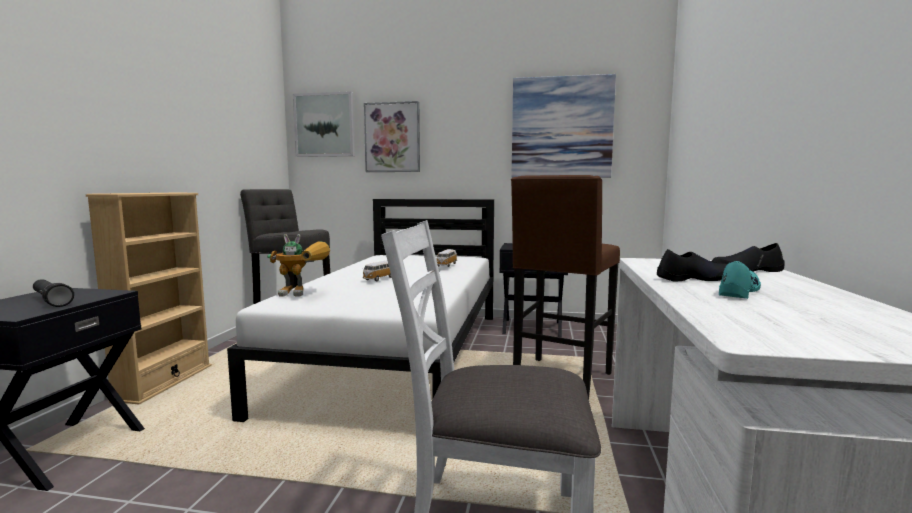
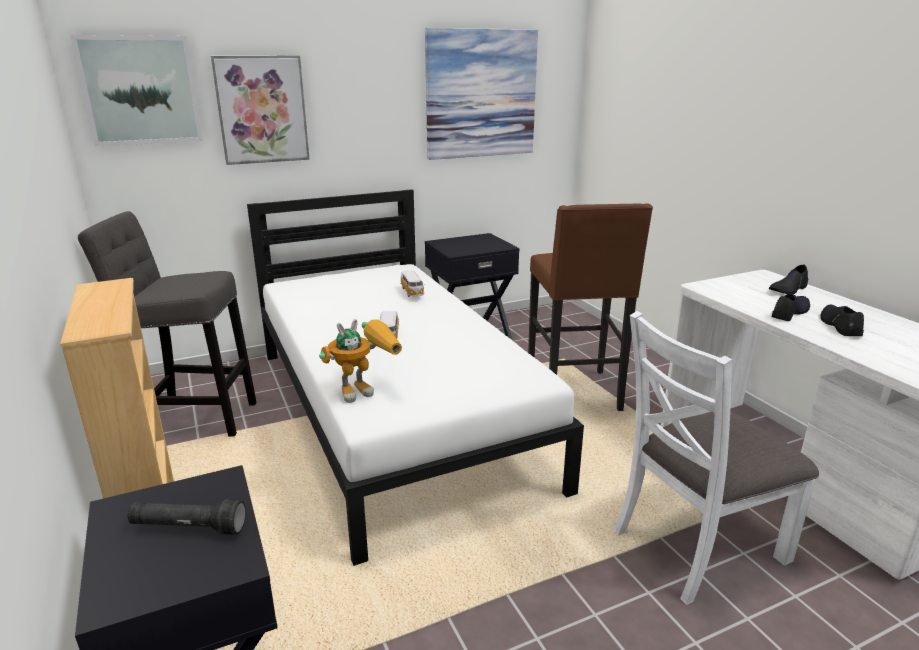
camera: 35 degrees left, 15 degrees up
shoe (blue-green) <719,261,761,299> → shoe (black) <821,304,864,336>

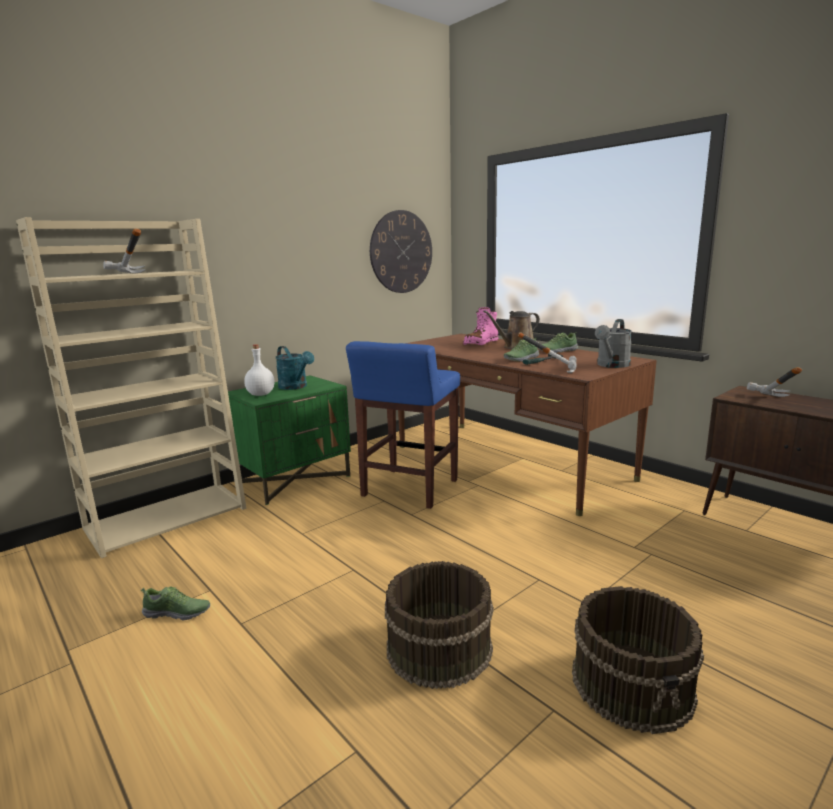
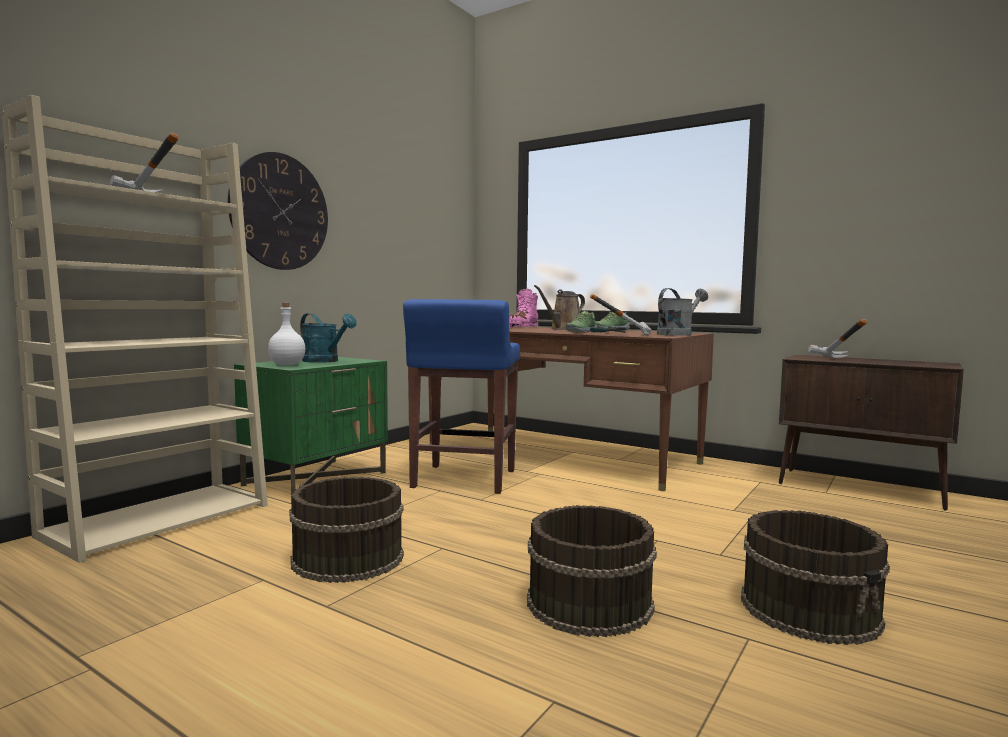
camera: 15 degrees left, 10 degrees down
clock on the wall <370,210,432,293> → clock on the wall <228,152,328,270>, relocated
sprinkling can (greyish) <595,319,632,368> → sprinkling can (greyish) <657,288,708,336>, 150 degrees counterclockwise
shoe <141,586,210,620> → -
- → water bucket (brown) <289,477,404,583>

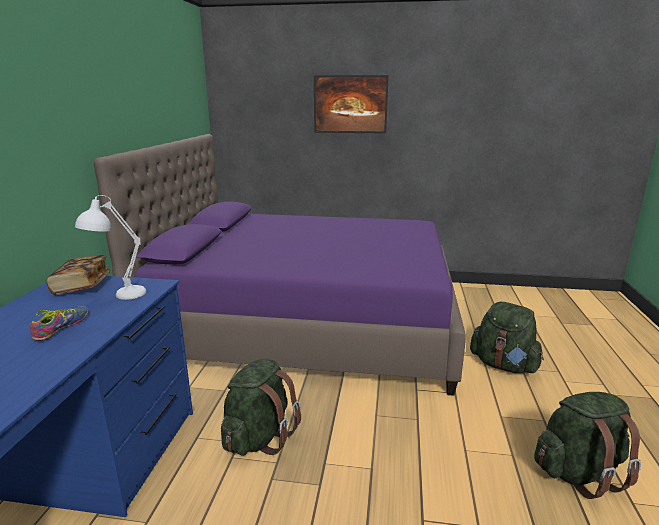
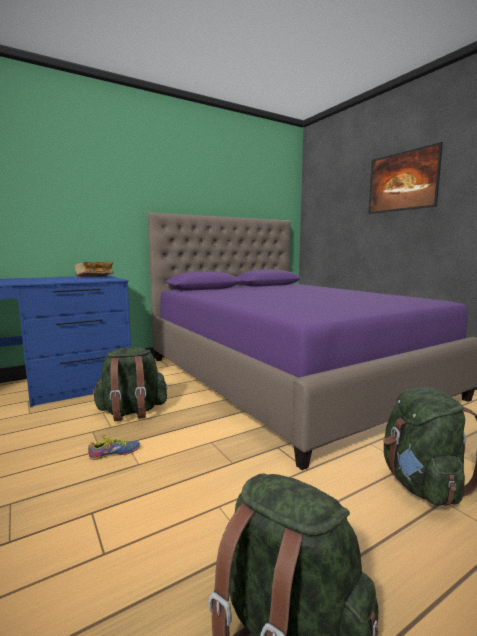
camera: 50 degrees right, 10 degrees down
table lamp (white-coloured) <75,195,146,300> → -
shoe <30,306,89,341> → shoe <88,435,140,460>, relocated

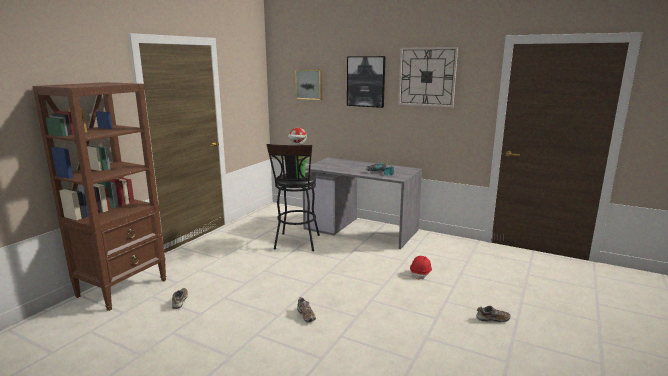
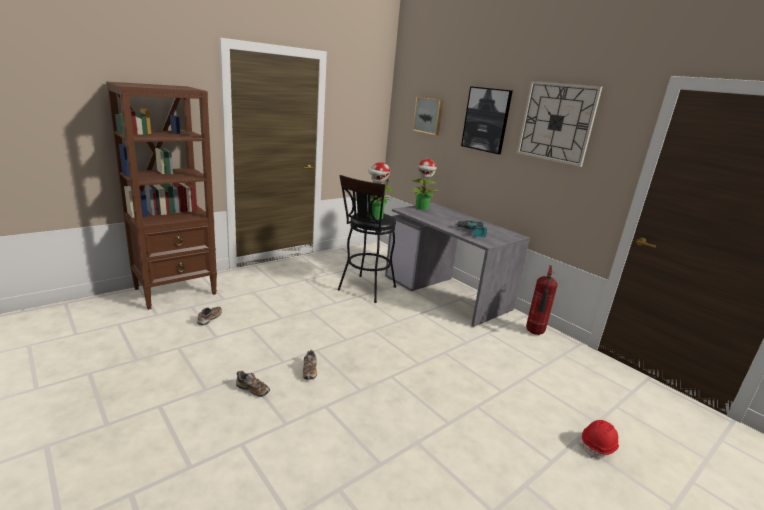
camera: 20 degrees right, 5 degrees up
hard hat (reddish) <410,256,432,280> → hard hat (reddish) <582,420,619,459>, relocated
shoe <476,306,511,322> → shoe <236,371,270,397>, relocated
- → houseplant <410,159,438,210>
- → fire extinguisher <526,265,557,335>

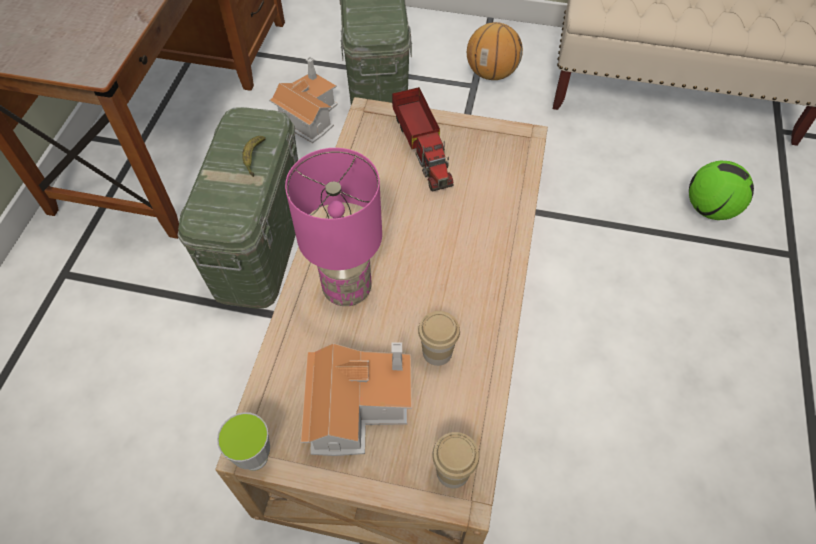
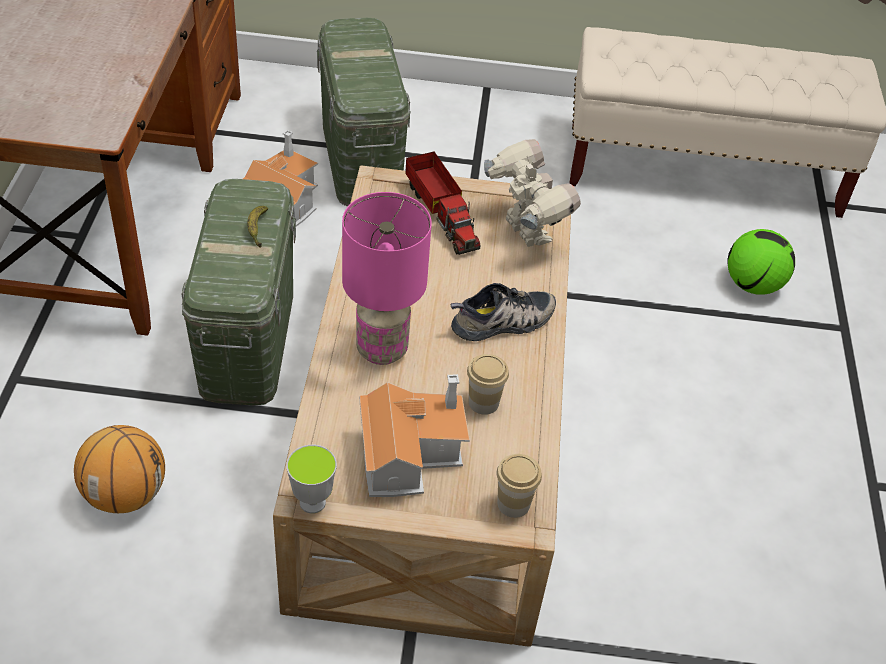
camera: 10 degrees left, 10 degrees down
basketball <467,22,523,80> → basketball <74,425,165,513>, relocated
- → model robot <484,139,581,247>
- → shoe <451,283,556,341>

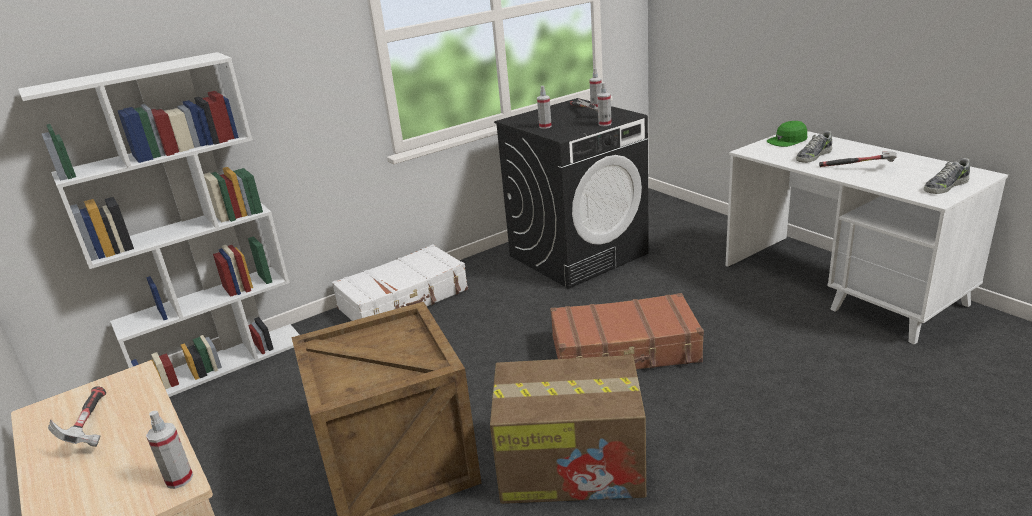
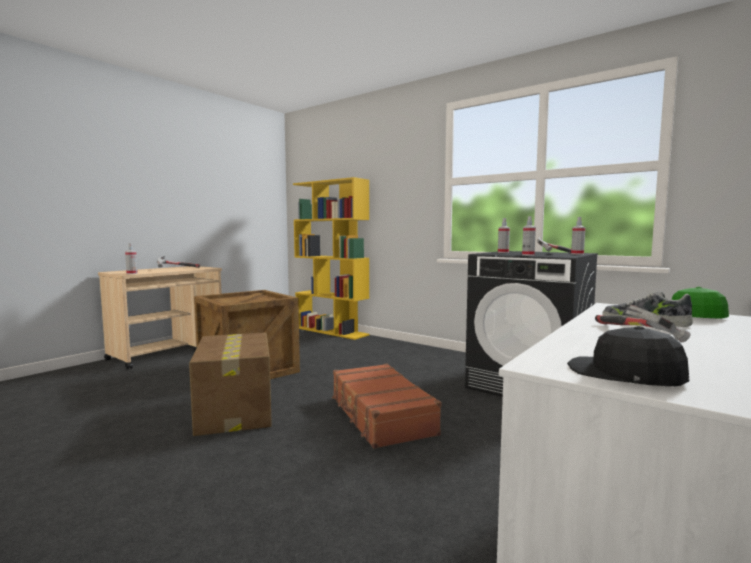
camera: 70 degrees right, 20 degrees down
shelving unit (white-coloured) <18,52,300,397> → shelving unit (yellow) <293,177,369,340>
shoe <924,158,970,194> → cap (black) <567,326,689,386>
suitcase (white-coloured) <332,244,468,321> → -

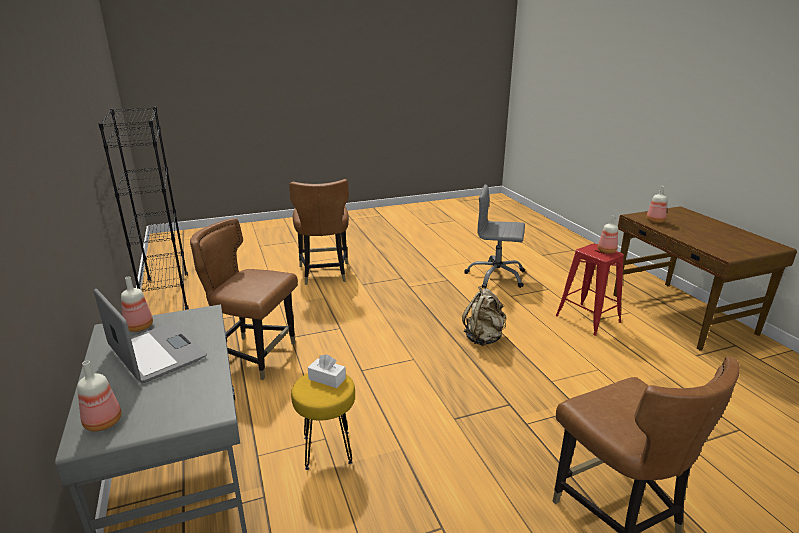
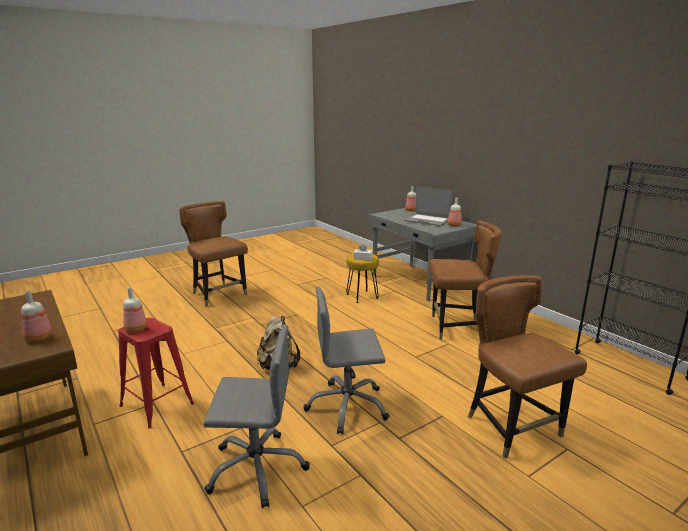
camera: 165 degrees right, 5 degrees down
- → computer chair (greyish) <304,287,390,434>

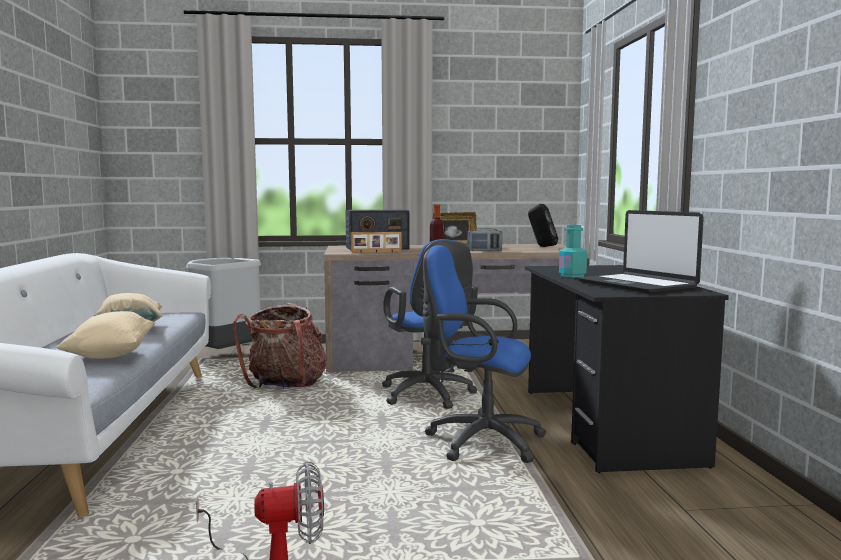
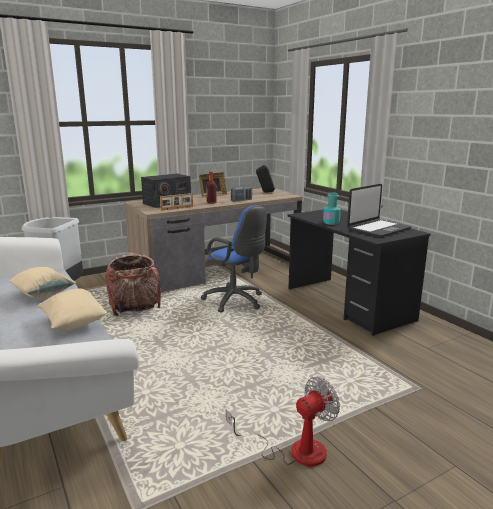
camera: 25 degrees left, 10 degrees up
laptop <578,210,704,294> → laptop <347,184,411,237>, 75 degrees counterclockwise
computer chair (blue-coloured) <423,245,546,463> → -

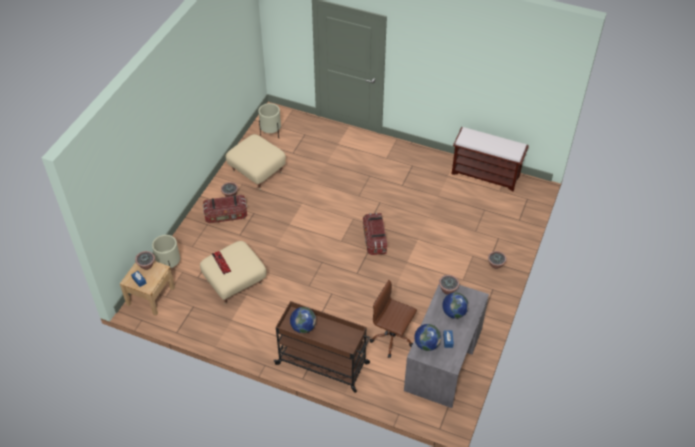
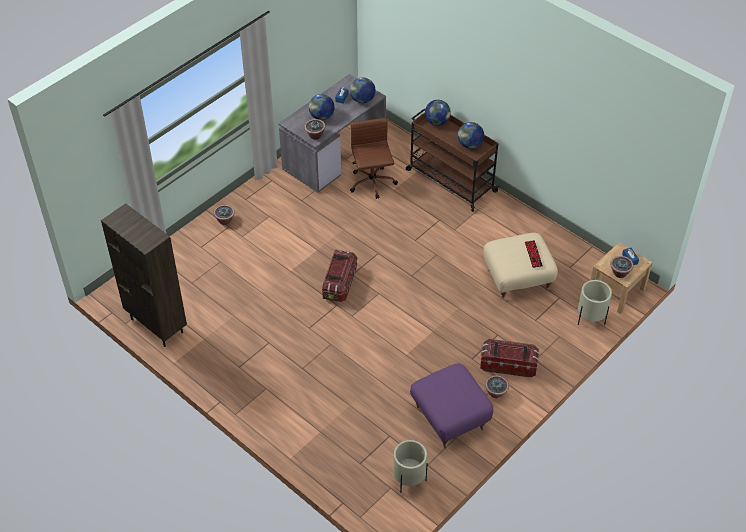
camera: 160 degrees left, 0 degrees up
long seat (brown) <452,127,529,192> → shelving unit (brown) <101,203,187,347>
ottoman (beige) <226,134,286,190> → ottoman (purplish) <410,363,493,448>
computer chair (brown) <370,280,417,358> → computer chair (brown) <350,118,398,199>, 150 degrees counterclockwise
- → world globe <425,100,451,126>

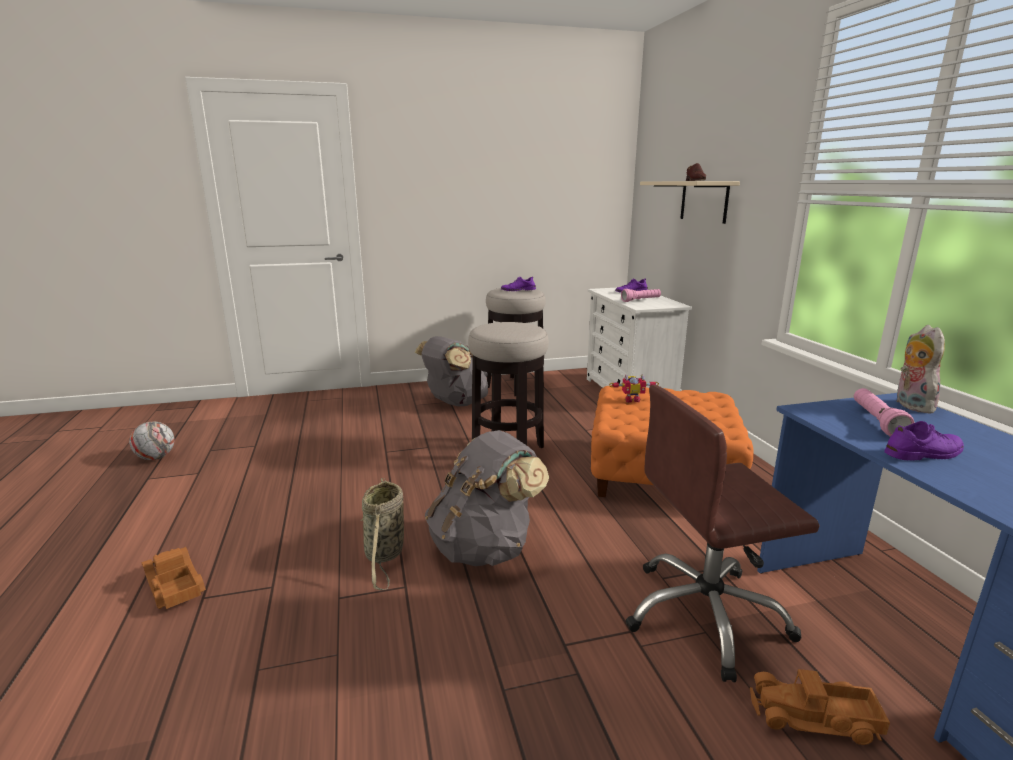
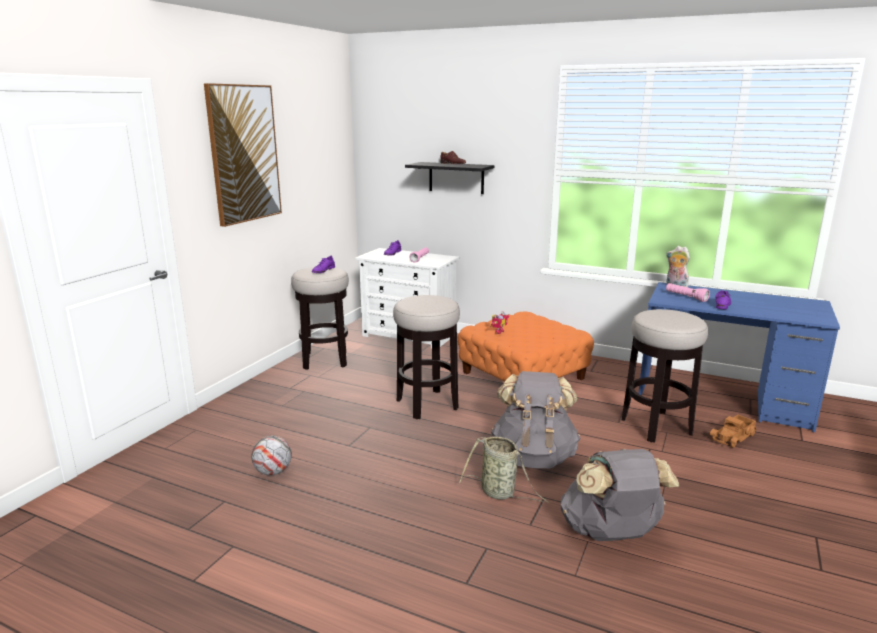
camera: 50 degrees left, 0 degrees up
bracket shelf (beige) <640,181,740,224> → bracket shelf (black) <405,162,495,194>
knapsack (greyish) <415,336,488,406> → knapsack (greyish) <561,449,679,541>, relocated
computer chair (brown) <626,385,820,682> → stool seat <622,309,708,443>
ball for football <129,421,174,460> → ball for football <251,435,292,475>, relocated
toy truck <142,547,206,609> → -
- → wall art <204,83,282,227>

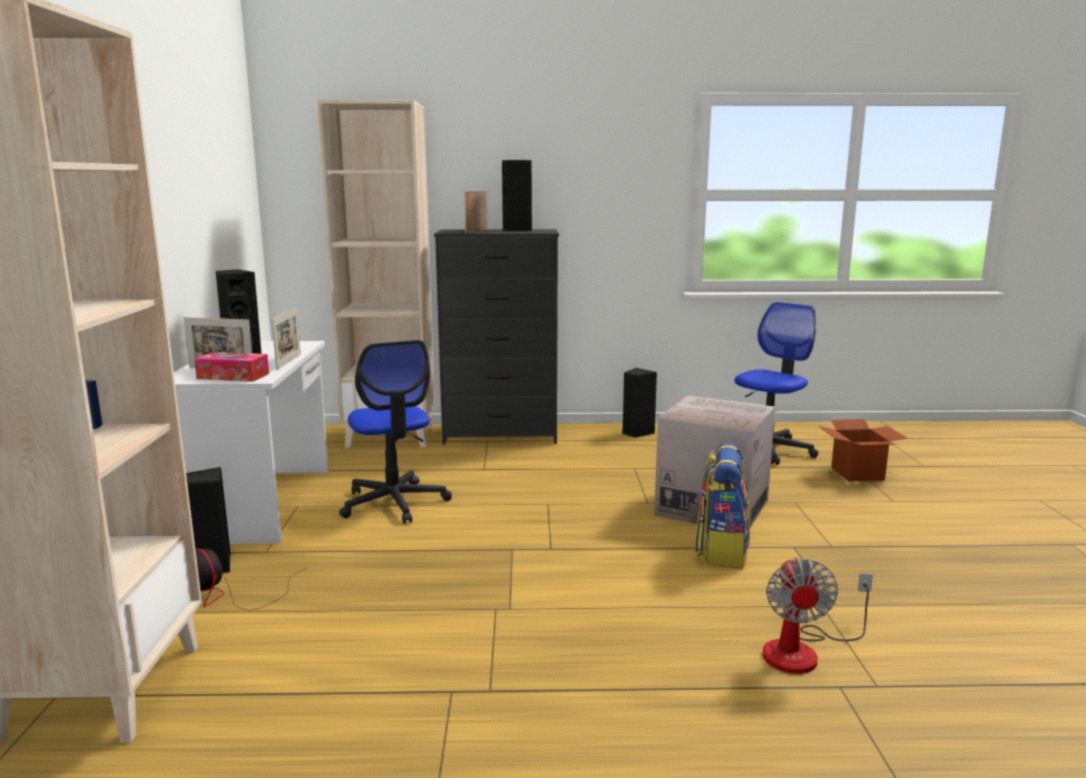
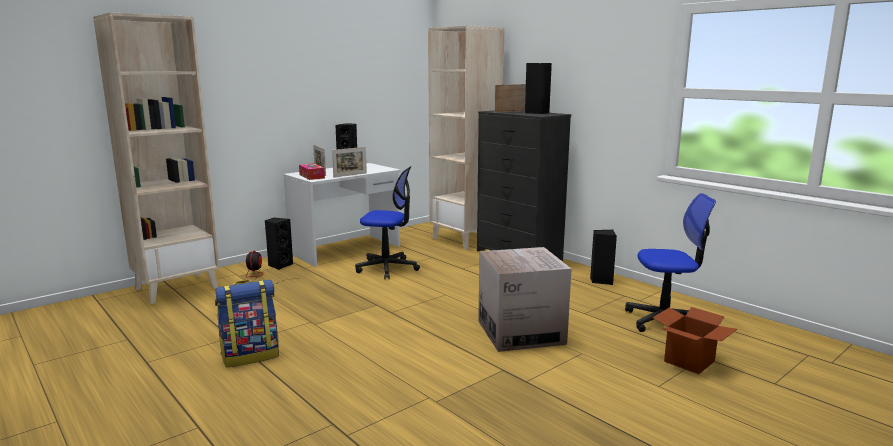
camera: 50 degrees right, 0 degrees up
computer chair <339,340,452,524> → computer chair <355,166,420,279>, 105 degrees counterclockwise
knapsack <694,443,750,569> → knapsack <215,280,279,367>, relocated
fan <762,557,873,674> → -

